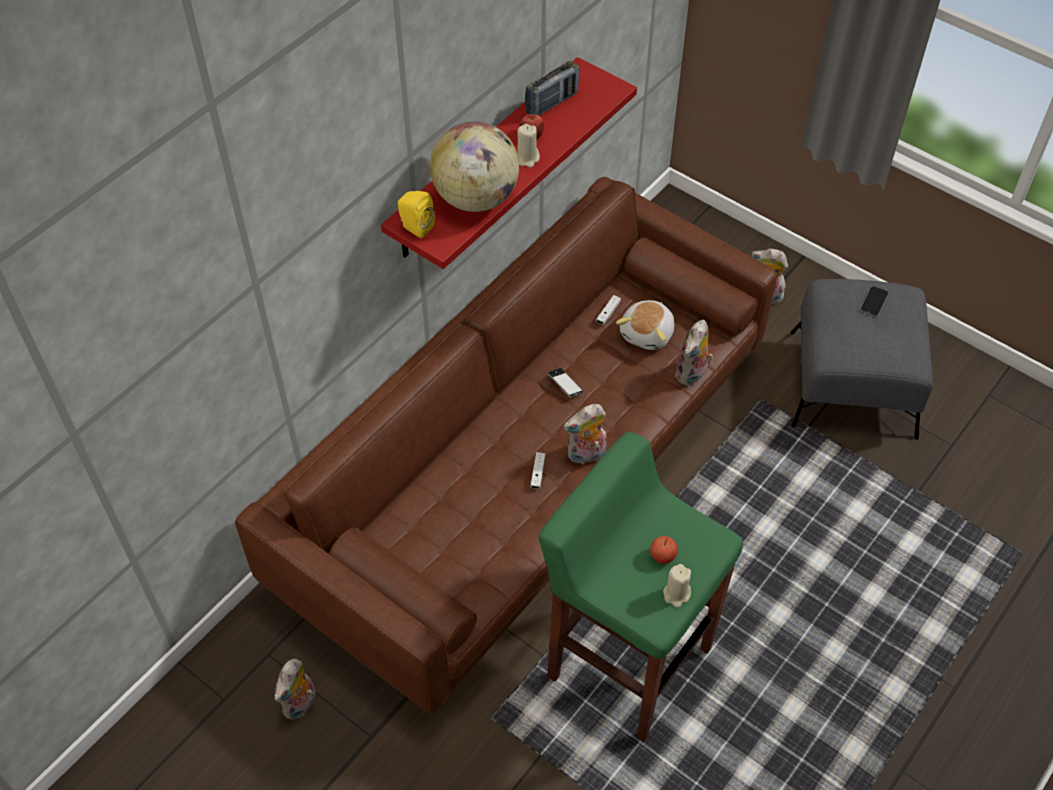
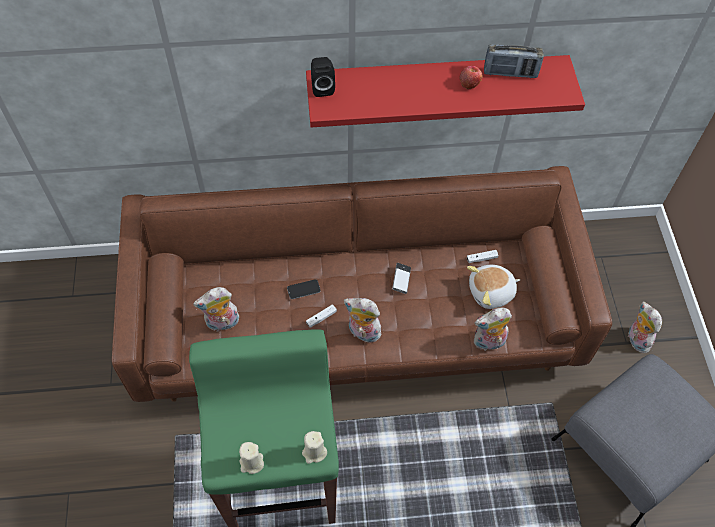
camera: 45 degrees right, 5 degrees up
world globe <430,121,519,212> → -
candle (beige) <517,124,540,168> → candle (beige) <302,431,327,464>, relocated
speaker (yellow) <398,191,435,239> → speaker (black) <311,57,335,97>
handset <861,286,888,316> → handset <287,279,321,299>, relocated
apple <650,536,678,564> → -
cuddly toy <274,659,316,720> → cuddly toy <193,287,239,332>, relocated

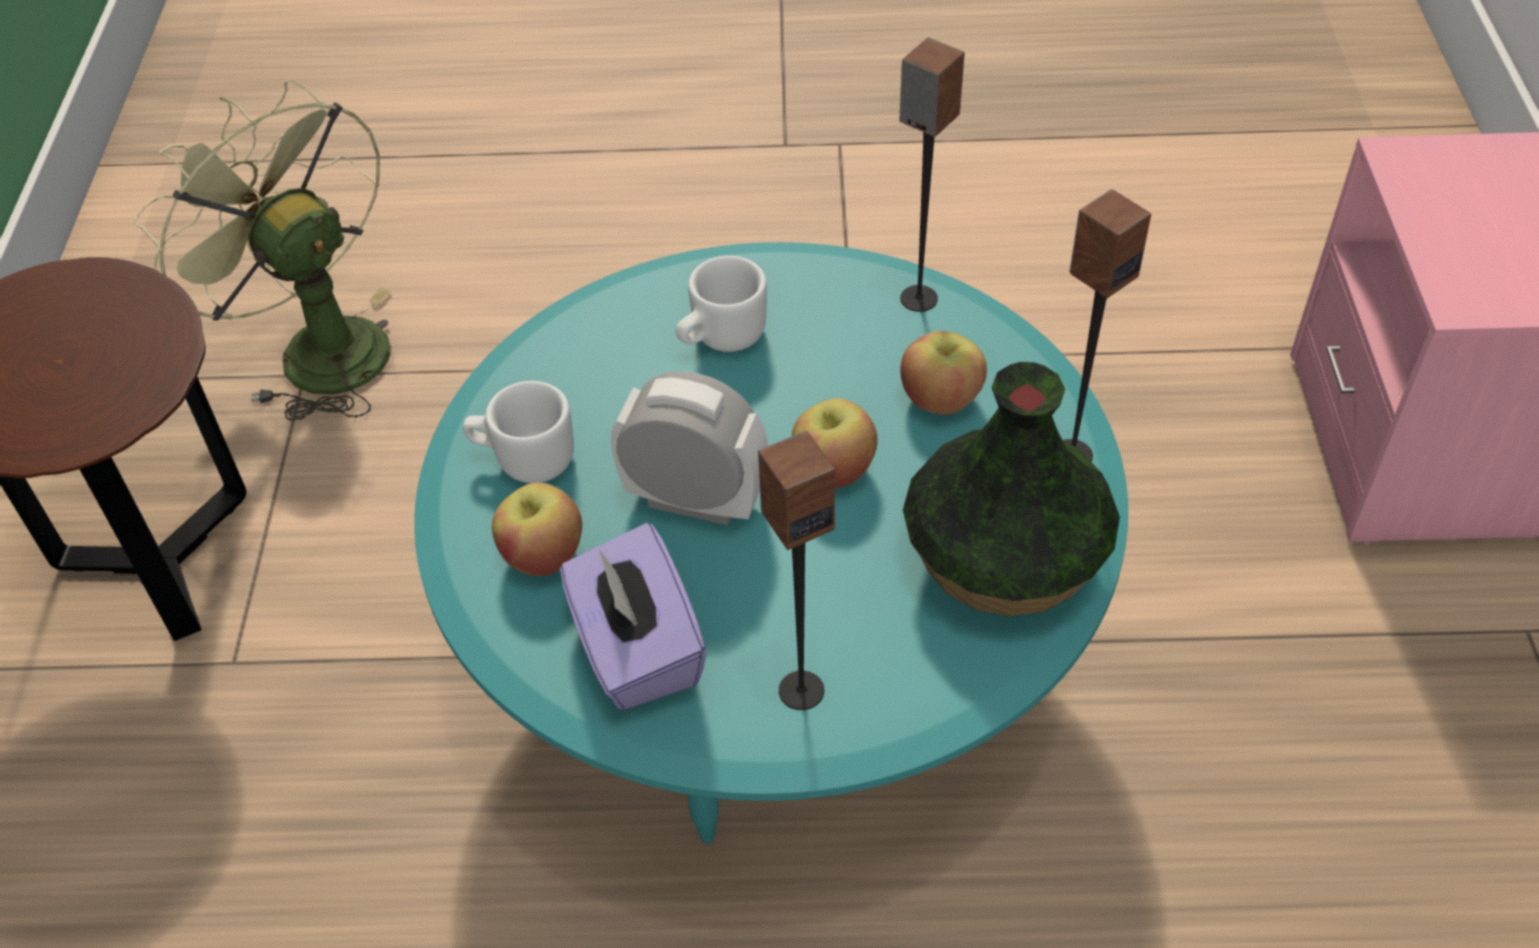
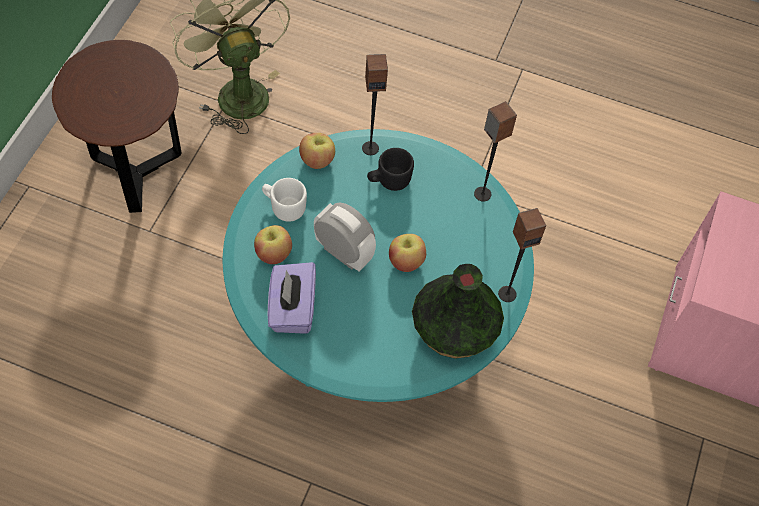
camera: 15 degrees right, 10 degrees up
mug (white-coloured) <676,256,767,352> → mug (black) <367,148,414,191>
apple <900,331,987,415> → apple <299,133,335,169>, relocated
speaker <758,431,835,710> → speaker <362,54,388,155>, relocated

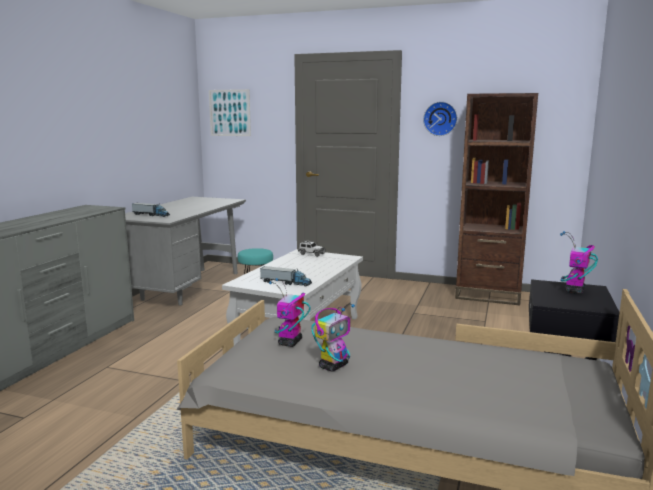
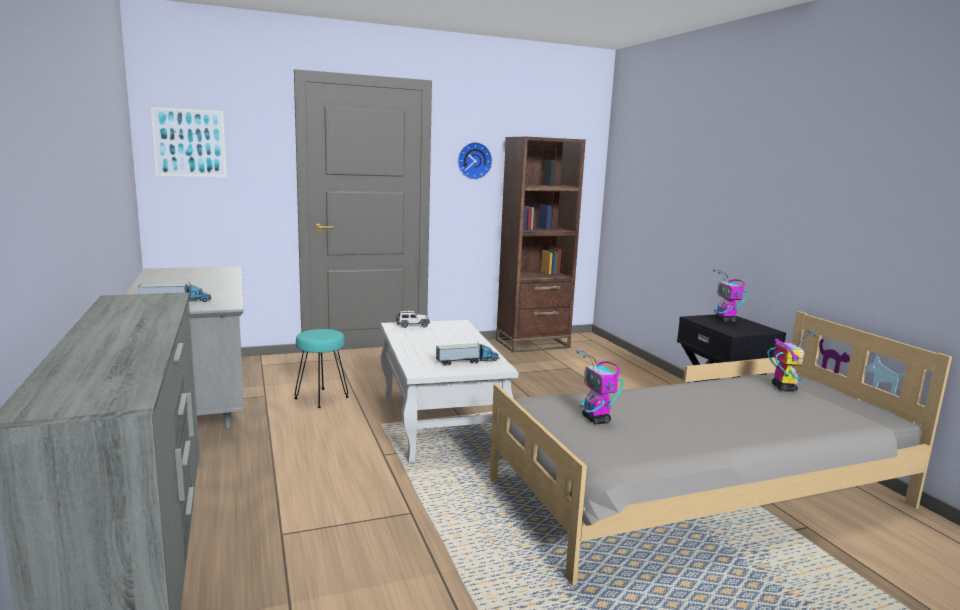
camera: 40 degrees left, 0 degrees up
model robot <311,304,355,372> → model robot <767,330,817,391>, relocated

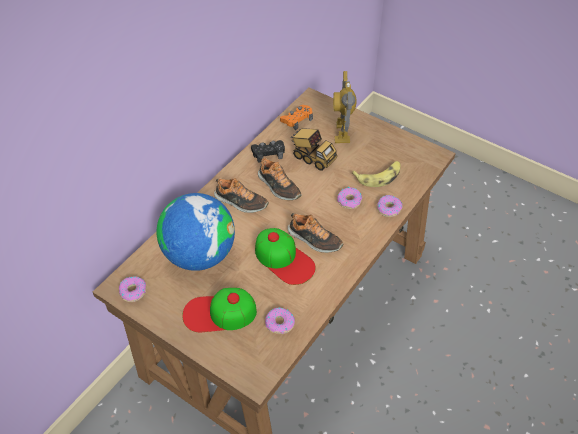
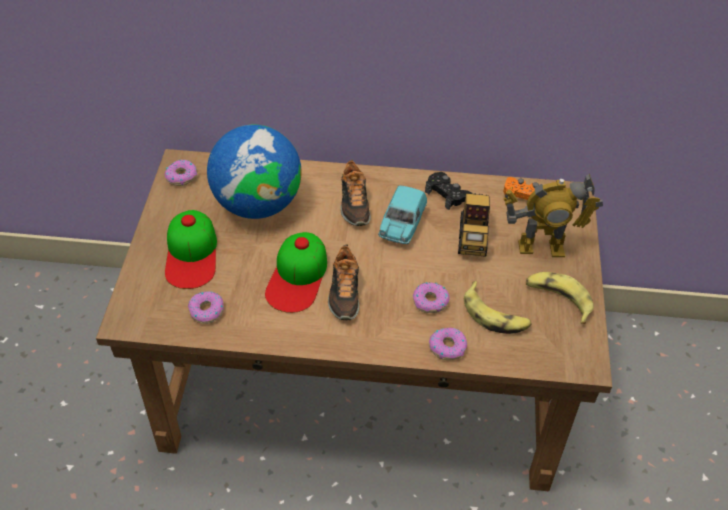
camera: 60 degrees right, 0 degrees up
model robot <333,71,356,143> → model robot <503,174,603,257>, 150 degrees counterclockwise
shoe <258,157,302,200> → model car (blue-green) <378,185,427,244>
cap <182,288,257,332> → cap <165,210,217,289>, 150 degrees counterclockwise
- → banana fruit <526,272,594,324>

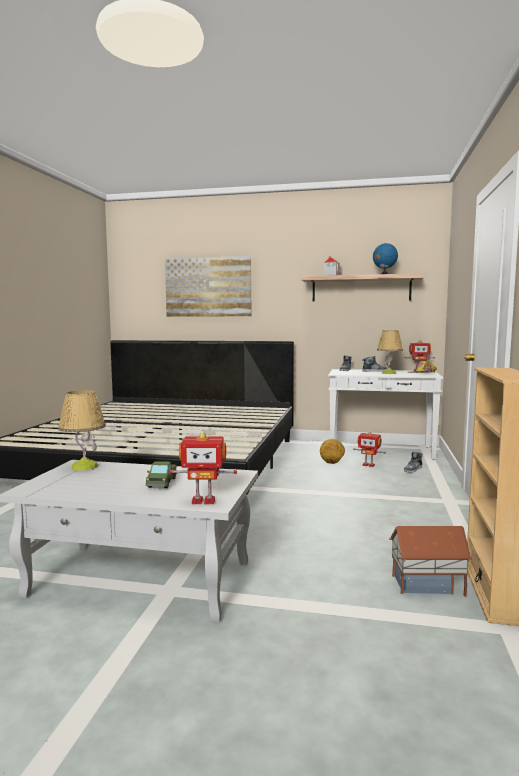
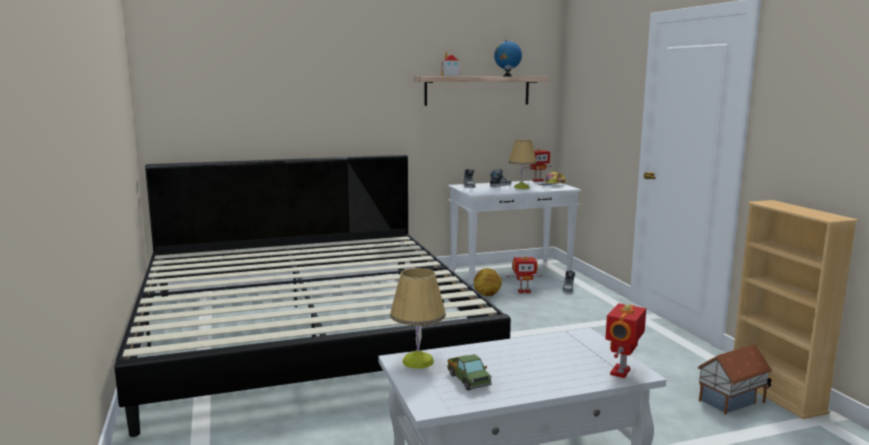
camera: 30 degrees left, 5 degrees up
wall art <165,256,251,317> → -
model robot <170,432,237,504> → model robot <605,303,646,378>, 150 degrees clockwise
toy truck <146,461,177,488> → toy truck <447,354,492,390>, relocated

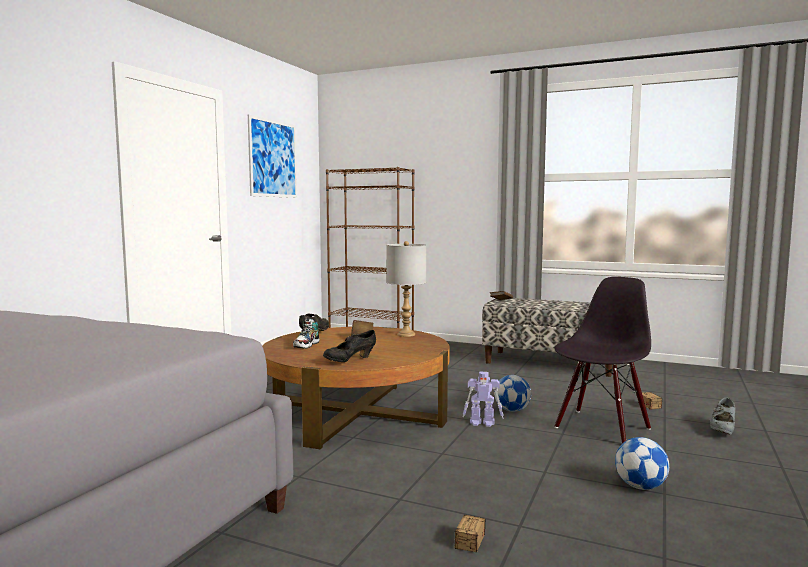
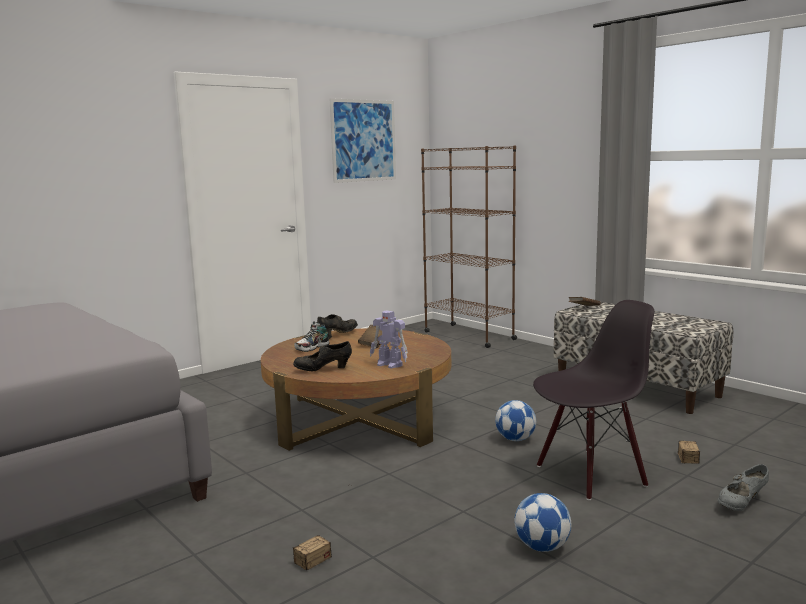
camera: 25 degrees right, 5 degrees up
table lamp (greyish) <386,241,426,337> → -
model robot <463,372,504,427> → model robot <370,310,408,369>, relocated

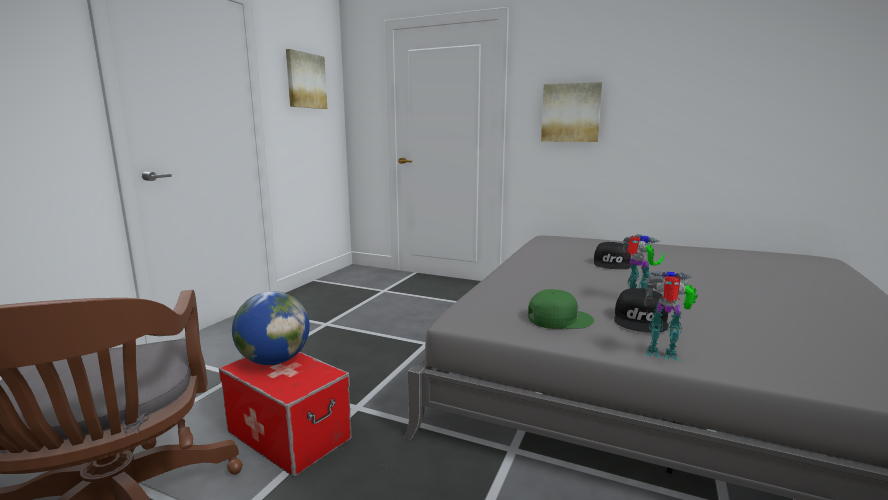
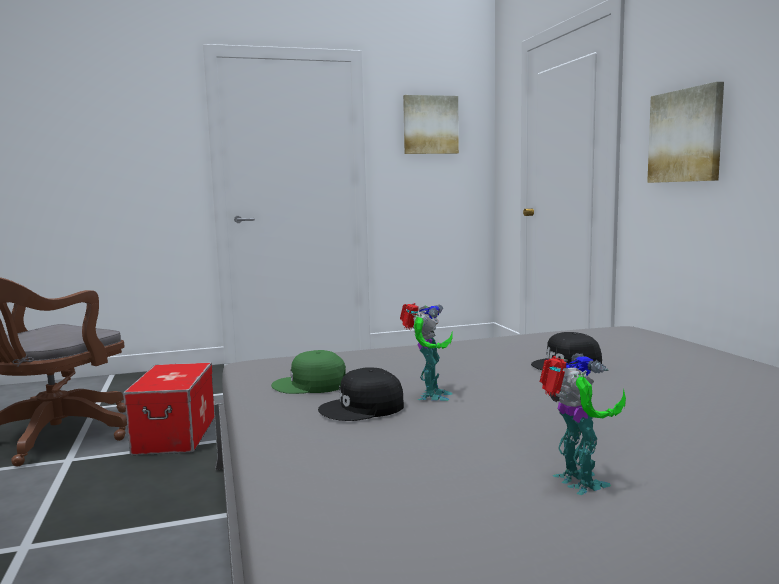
camera: 50 degrees right, 5 degrees down
model robot <644,270,698,361> → model robot <539,353,626,495>, relocated
cap (green-coloured) <528,289,594,329> → cap (green-coloured) <271,350,346,394>, 135 degrees clockwise
world globe <232,291,310,365> → -

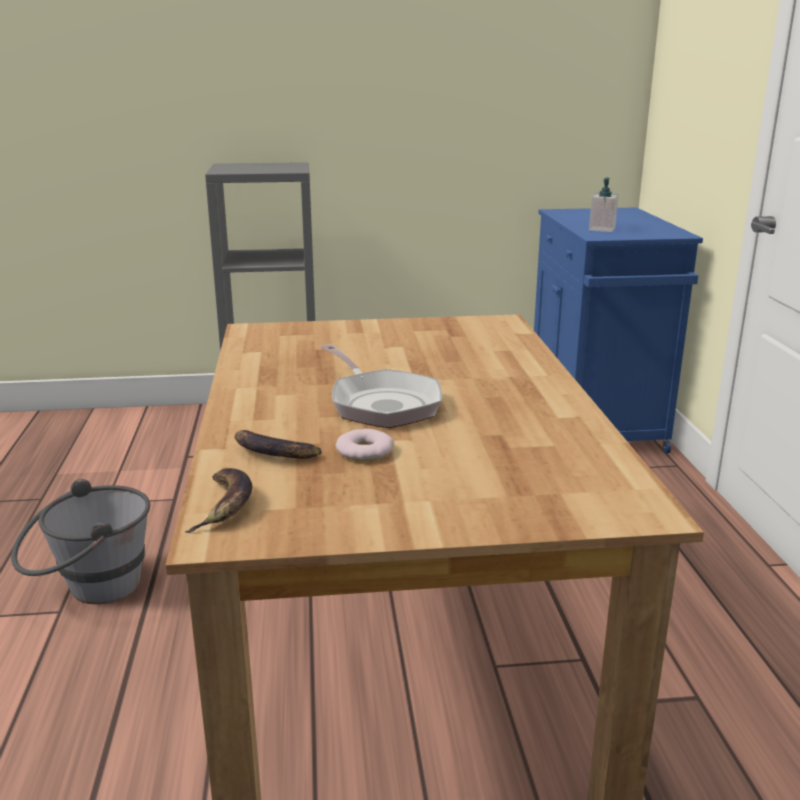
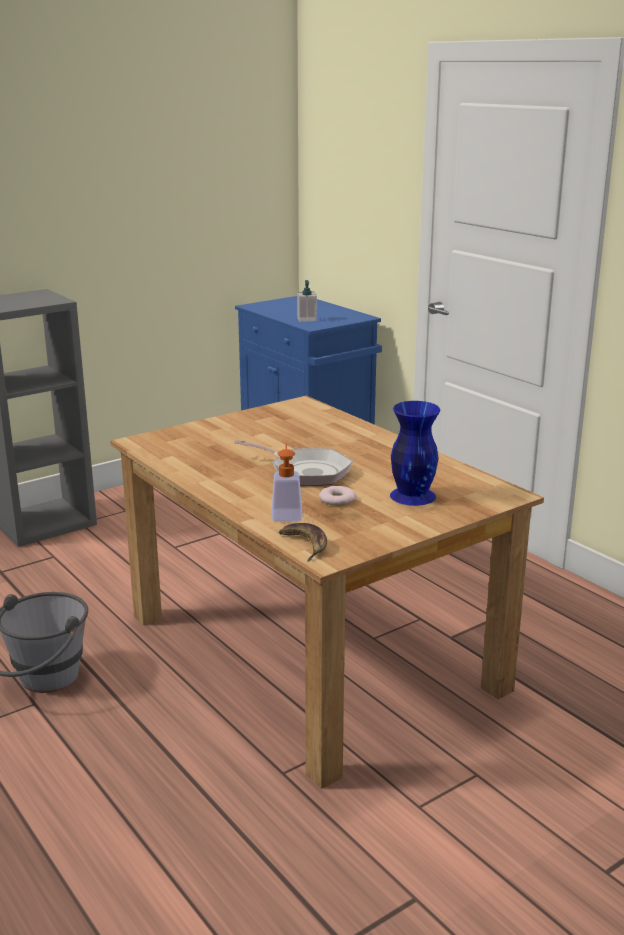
camera: 30 degrees left, 0 degrees up
banana fruit <235,430,322,459> → liquid soap bottle <271,443,302,522>
- → vase (blue-coloured) <390,401,440,506>

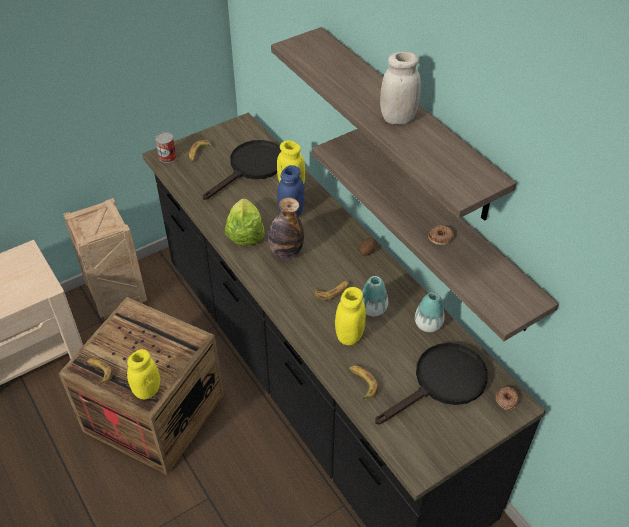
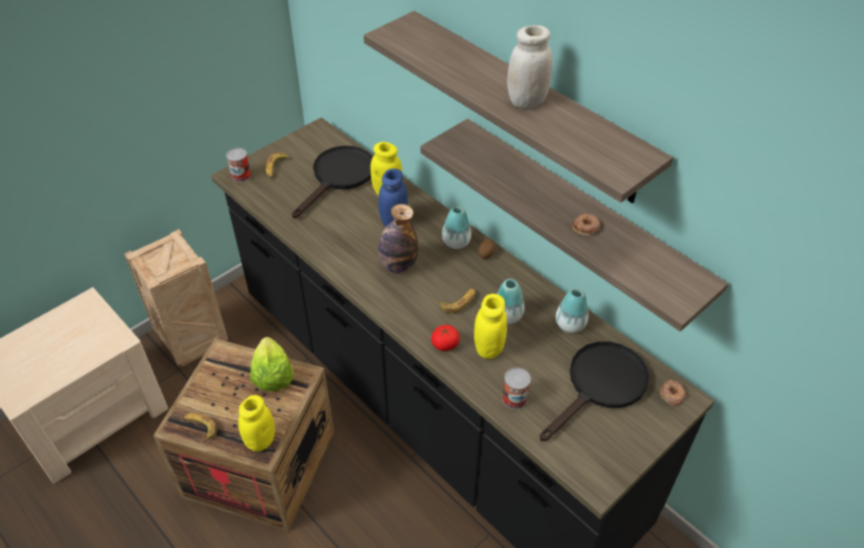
camera: 10 degrees left, 0 degrees up
lettuce <225,198,264,245> → lettuce <250,337,294,392>, relocated
banana fruit <349,366,378,399> → metal can <502,367,531,409>
- → vase <442,207,471,249>
- → tomato <431,325,460,351>

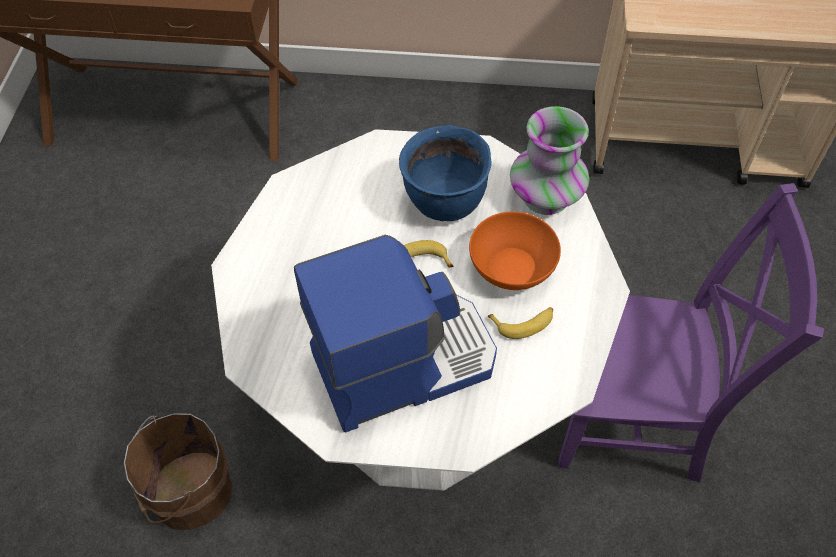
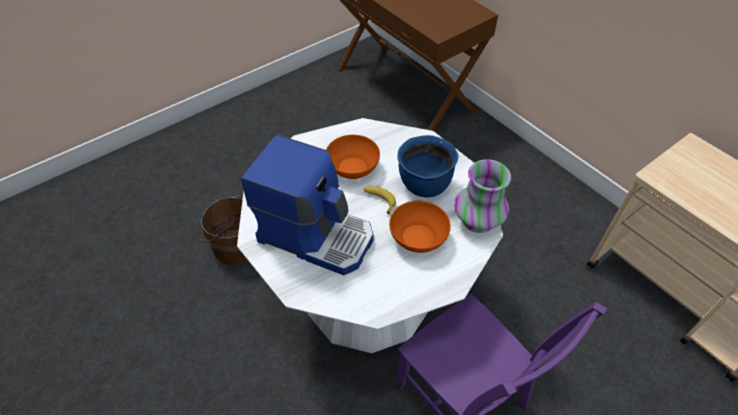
camera: 45 degrees right, 5 degrees down
banana fruit <487,307,553,339> → -
- → deep dish (orange) <326,135,380,179>

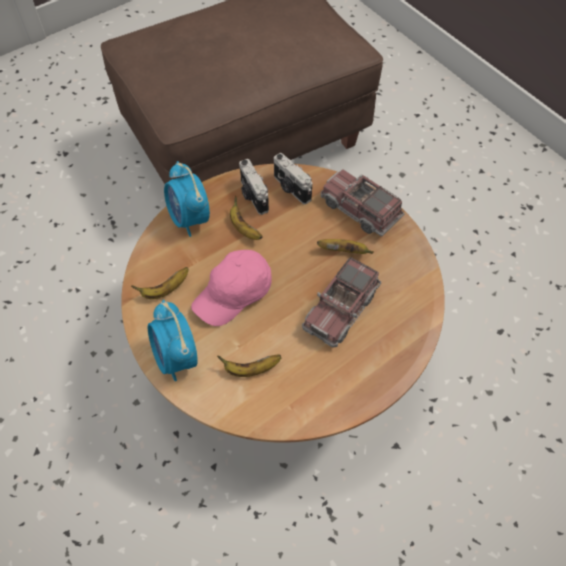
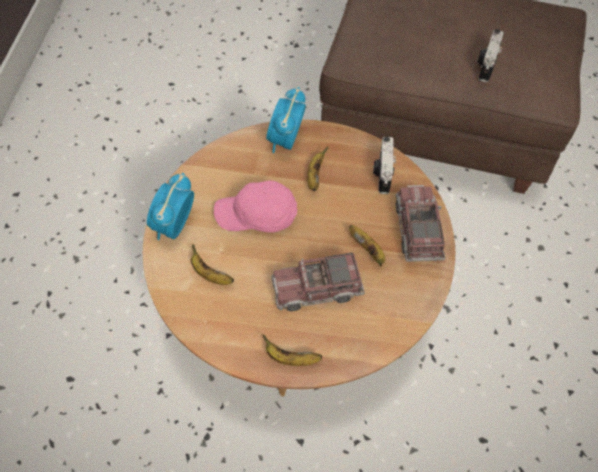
camera: 45 degrees right, 0 degrees up
still camera <239,159,269,215> → still camera <478,29,504,83>, relocated
banana fruit <131,267,189,299> → banana fruit <263,335,322,366>, relocated

